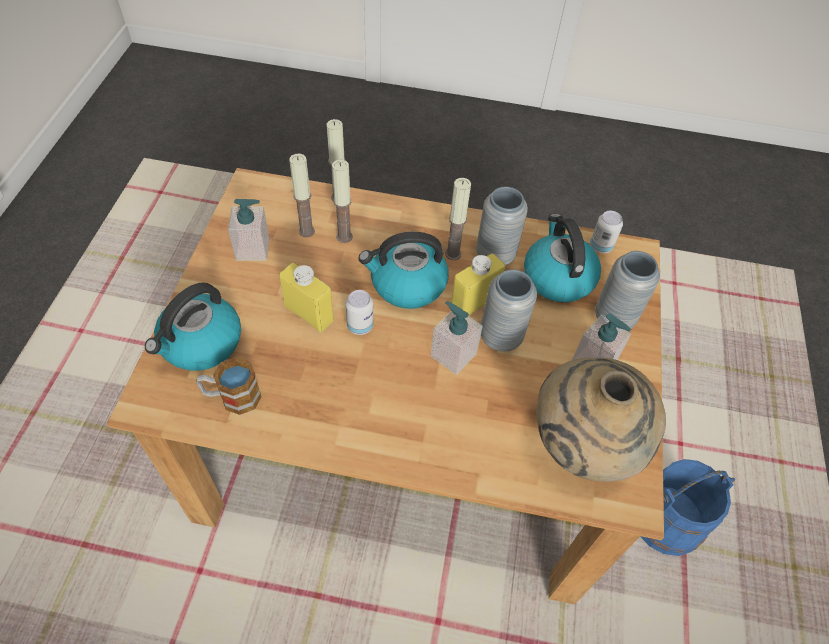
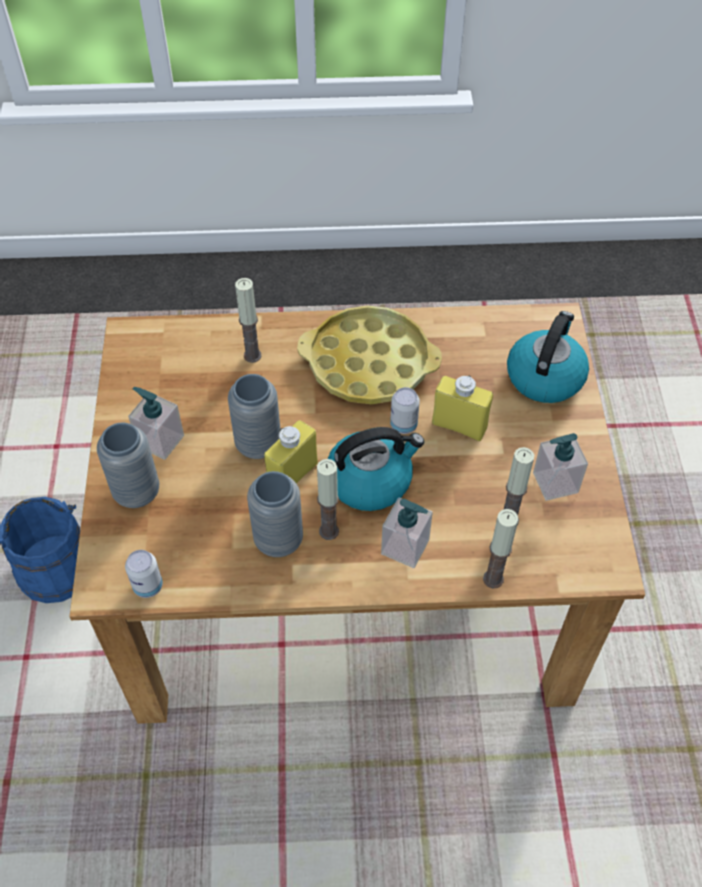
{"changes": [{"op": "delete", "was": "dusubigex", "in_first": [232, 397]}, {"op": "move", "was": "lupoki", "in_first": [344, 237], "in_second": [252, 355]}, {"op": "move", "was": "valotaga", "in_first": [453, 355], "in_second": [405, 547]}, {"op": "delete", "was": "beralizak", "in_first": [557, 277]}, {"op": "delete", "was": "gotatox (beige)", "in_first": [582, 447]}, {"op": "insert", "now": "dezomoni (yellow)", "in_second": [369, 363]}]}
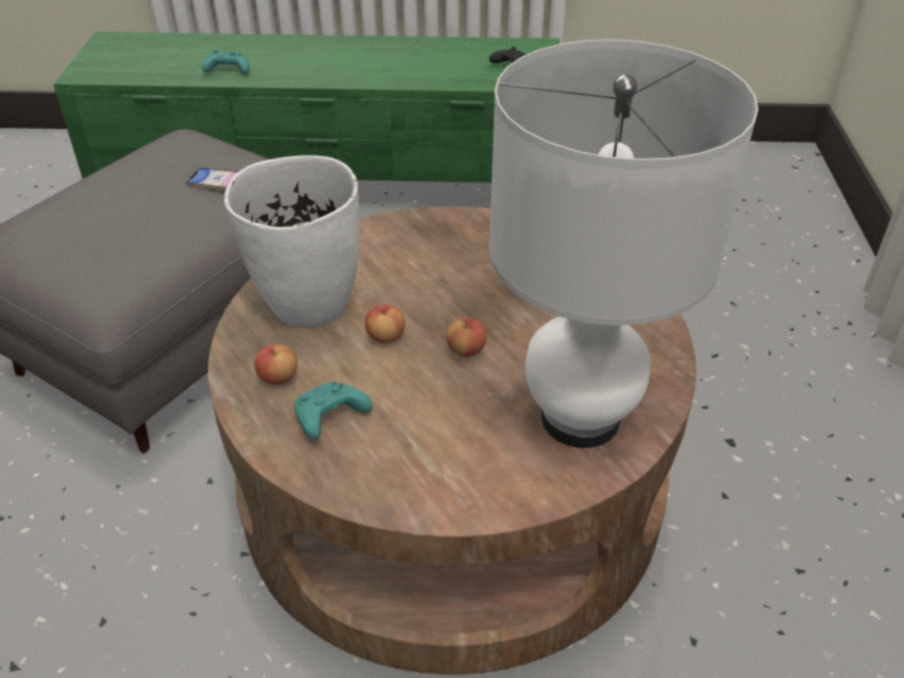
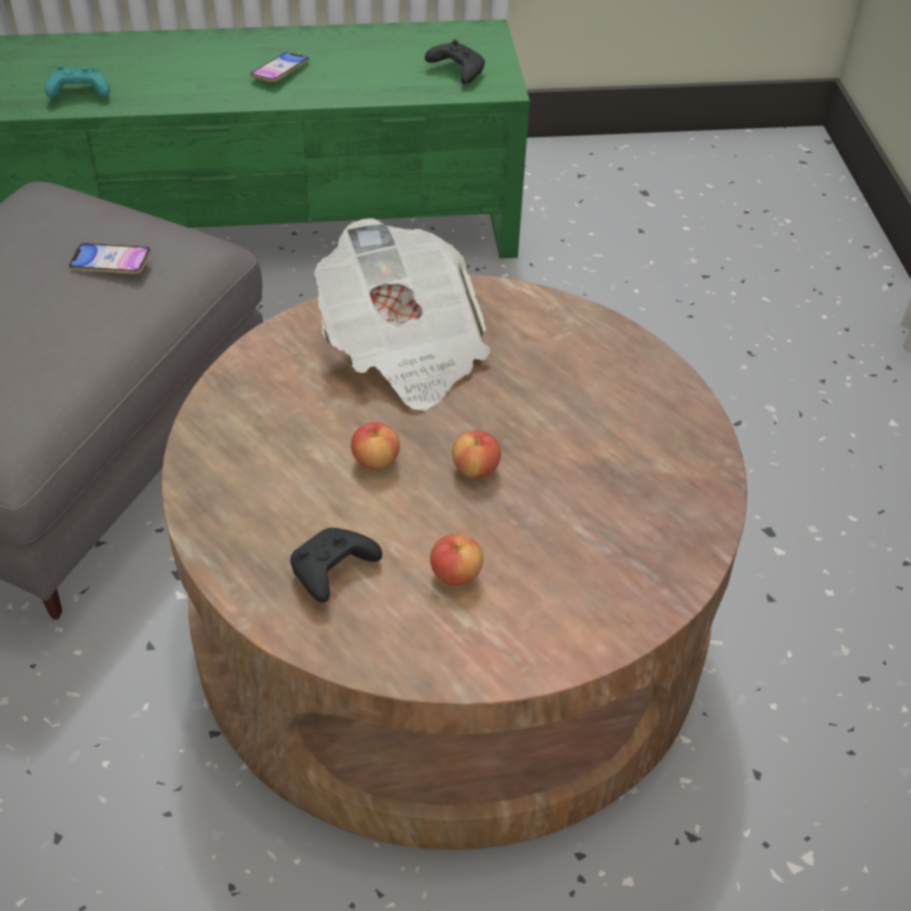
{"changes": [{"op": "delete", "was": "gotatox (white)", "in_first": [308, 307]}, {"op": "move", "was": "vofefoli", "in_first": [278, 377], "in_second": [456, 574]}, {"op": "recolor", "was": "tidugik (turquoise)", "now": "tidugik (black)", "in_first": [329, 418], "in_second": [332, 572]}, {"op": "delete", "was": "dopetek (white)", "in_first": [580, 418]}, {"op": "insert", "now": "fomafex", "in_second": [280, 71]}, {"op": "insert", "now": "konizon", "in_second": [403, 350]}]}
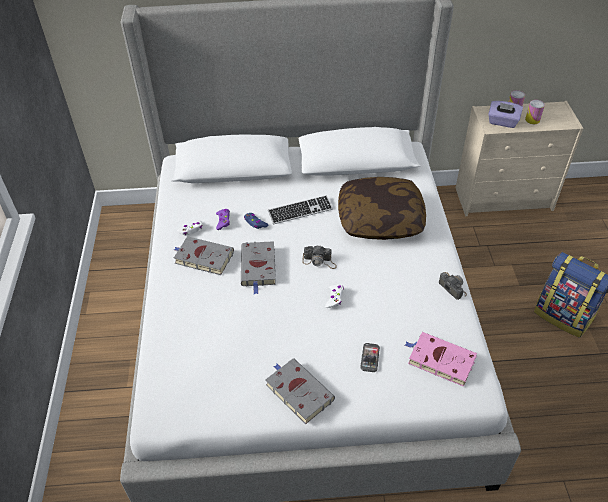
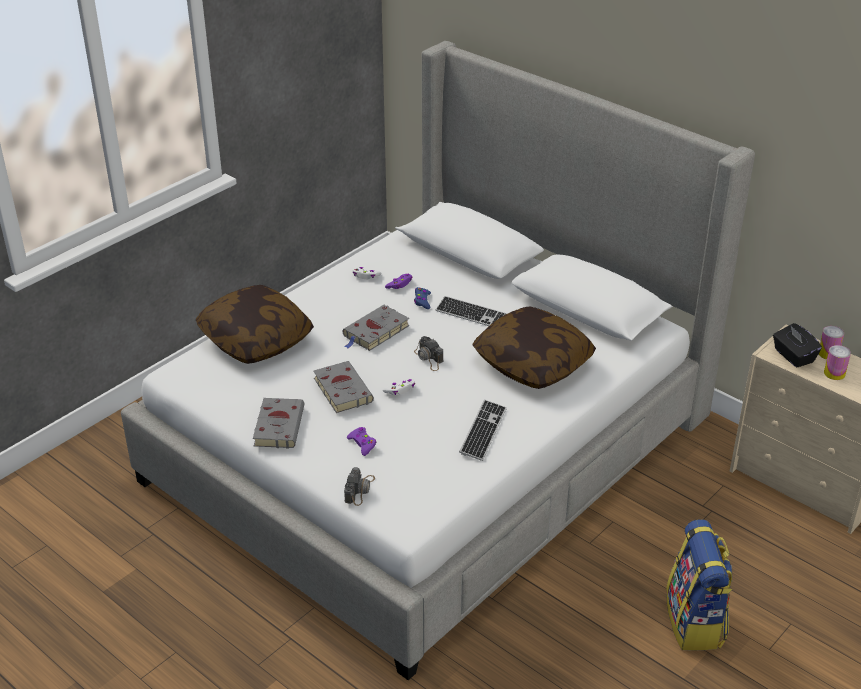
{"changes": [{"op": "move", "was": "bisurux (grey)", "in_first": [202, 258], "in_second": [341, 389]}, {"op": "replace", "was": "fomafex", "now": "tidugik (purple)", "in_first": [370, 358], "in_second": [362, 444]}, {"op": "delete", "was": "bisurux (pink)", "in_first": [439, 360]}, {"op": "move", "was": "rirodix", "in_first": [451, 285], "in_second": [359, 489]}, {"op": "recolor", "was": "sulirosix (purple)", "now": "sulirosix (black)", "in_first": [502, 122], "in_second": [793, 356]}, {"op": "insert", "now": "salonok", "in_second": [256, 339]}, {"op": "insert", "now": "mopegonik", "in_second": [483, 431]}]}
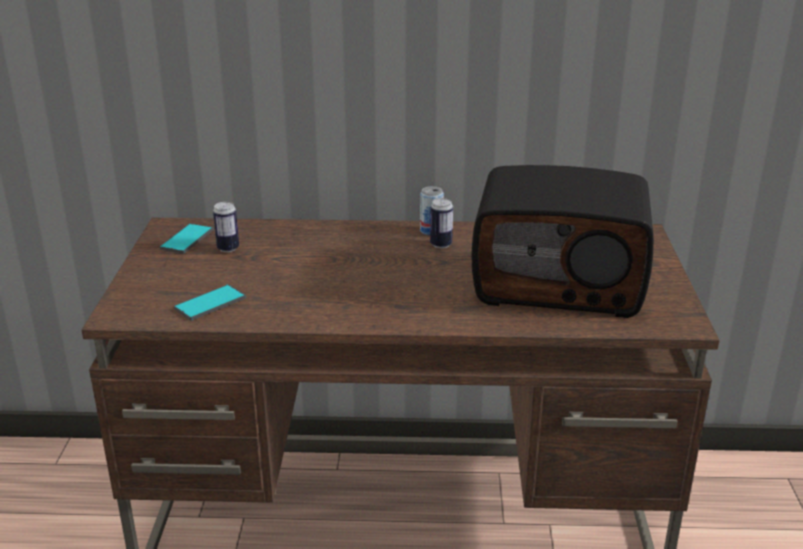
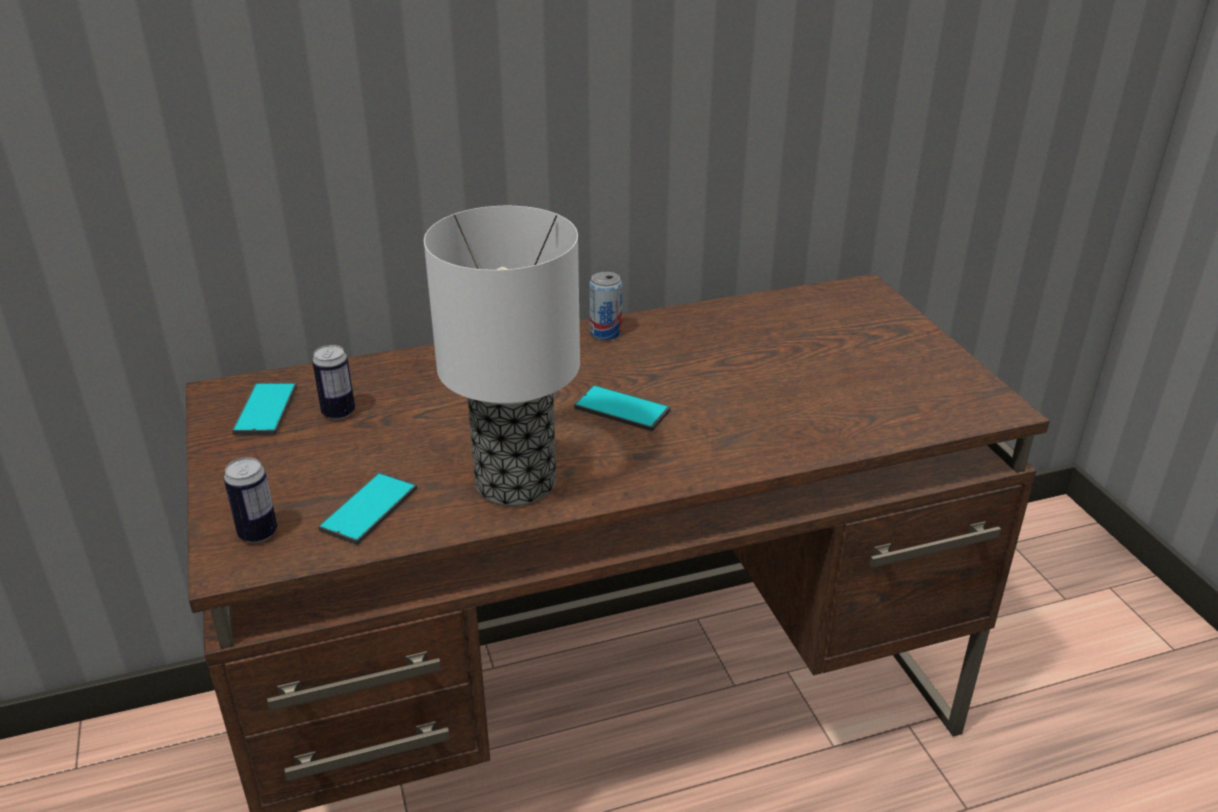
{"changes": [{"op": "move", "was": "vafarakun", "in_first": [441, 244], "in_second": [258, 533]}, {"op": "delete", "was": "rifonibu", "in_first": [559, 282]}, {"op": "insert", "now": "dopetek", "in_second": [513, 482]}, {"op": "insert", "now": "fomafex", "in_second": [622, 409]}]}
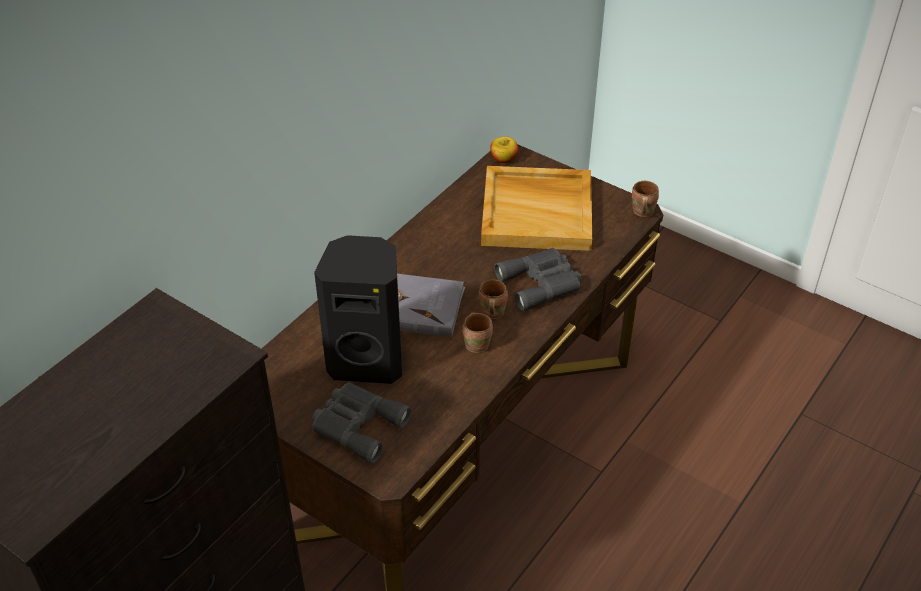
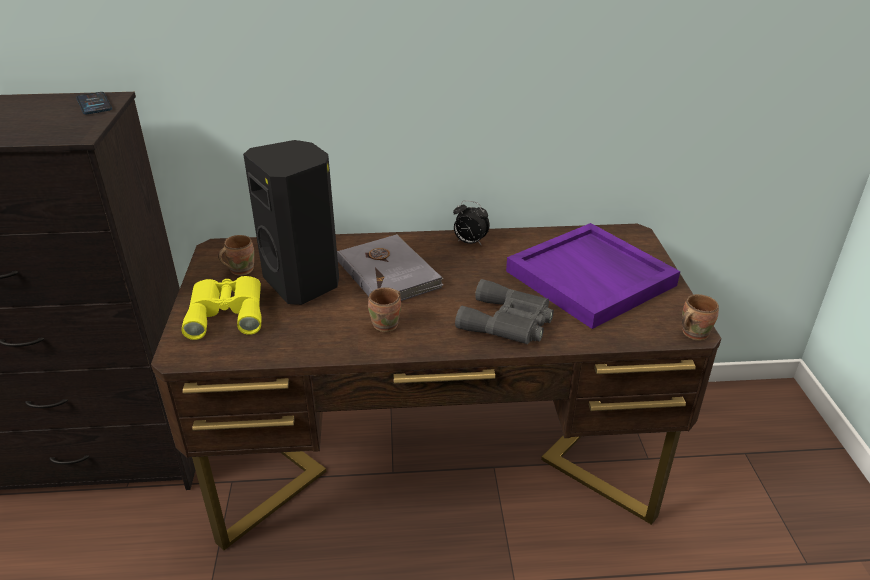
{"changes": [{"op": "recolor", "was": "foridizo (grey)", "now": "foridizo (yellow)", "in_first": [357, 424], "in_second": [227, 311]}, {"op": "move", "was": "dusubigex (brown)", "in_first": [491, 313], "in_second": [240, 270]}, {"op": "recolor", "was": "dezomoni (beige)", "now": "dezomoni (purple)", "in_first": [538, 212], "in_second": [592, 278]}, {"op": "delete", "was": "vofefoli", "in_first": [503, 159]}, {"op": "insert", "now": "fomafex", "in_second": [94, 104]}, {"op": "insert", "now": "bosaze", "in_second": [469, 242]}]}
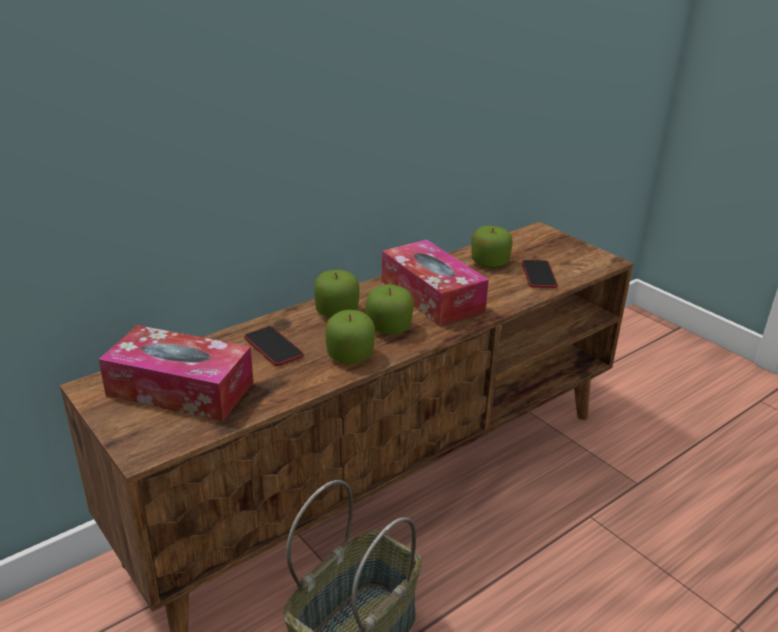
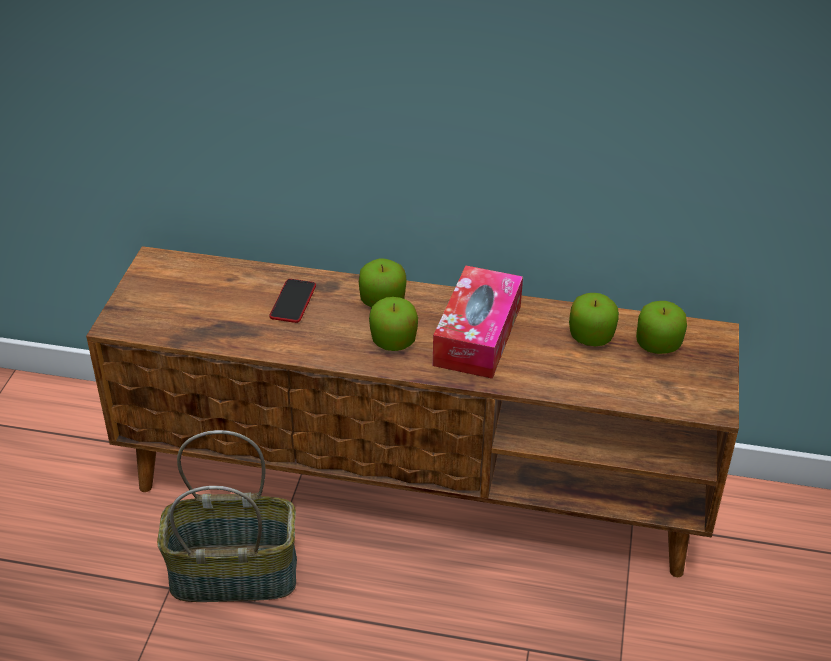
{"changes": [{"op": "delete", "was": "sulirosix", "in_first": [180, 389]}, {"op": "move", "was": "vofefoli", "in_first": [350, 356], "in_second": [658, 344]}, {"op": "delete", "was": "fomafex", "in_first": [538, 275]}]}
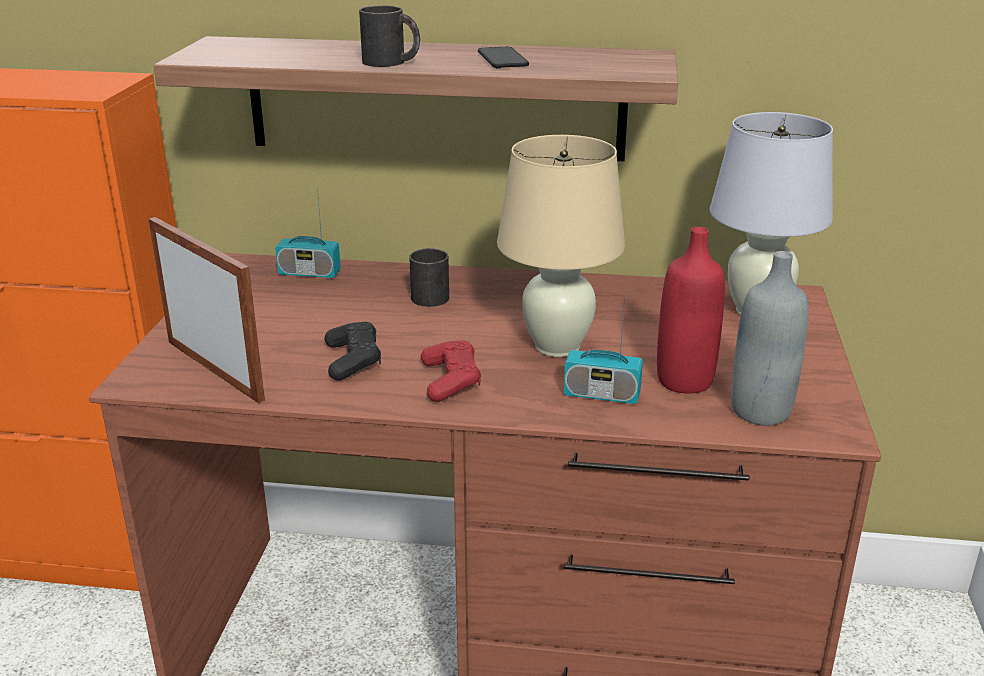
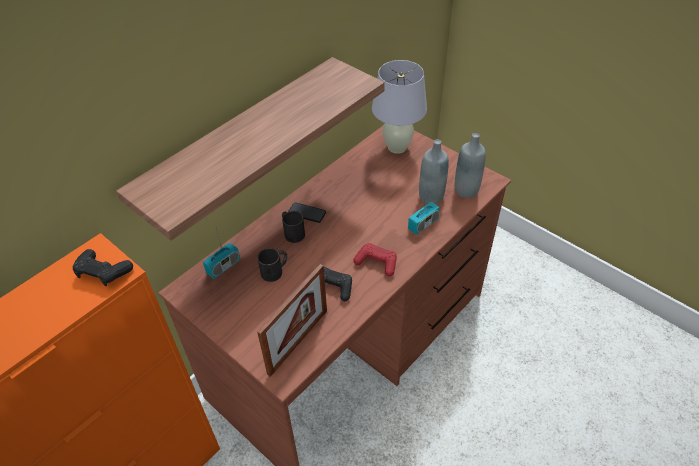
{"changes": [{"op": "rotate", "was": "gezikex", "in_first": [214, 370], "in_second": [298, 341], "clockwise": 135}, {"op": "move", "was": "dusubigex (black)", "in_first": [392, 62], "in_second": [275, 270]}, {"op": "move", "was": "fomafex", "in_first": [502, 59], "in_second": [306, 213]}, {"op": "delete", "was": "dopetek (beige)", "in_first": [558, 346]}, {"op": "recolor", "was": "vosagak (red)", "now": "vosagak (grey)", "in_first": [684, 380], "in_second": [431, 197]}, {"op": "insert", "now": "tidugik (black)", "in_second": [103, 272]}]}
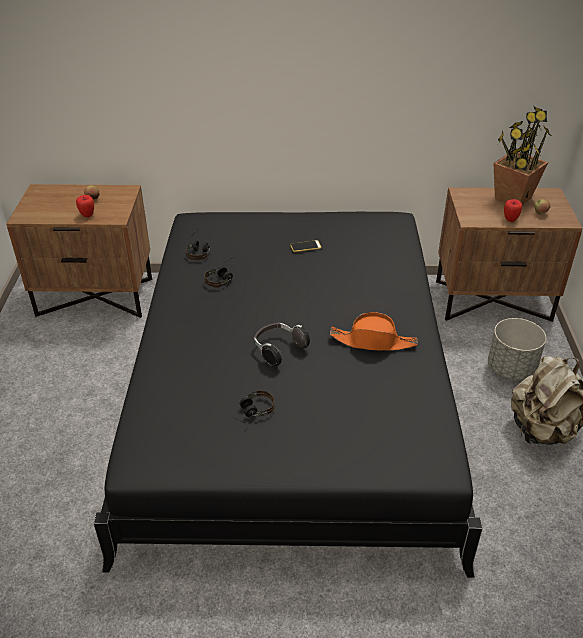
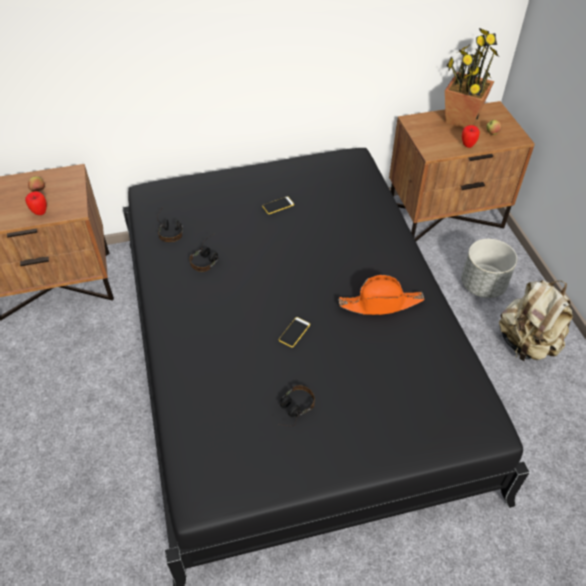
{"changes": [{"op": "replace", "was": "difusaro", "now": "fomafex", "in_first": [278, 349], "in_second": [294, 332]}]}
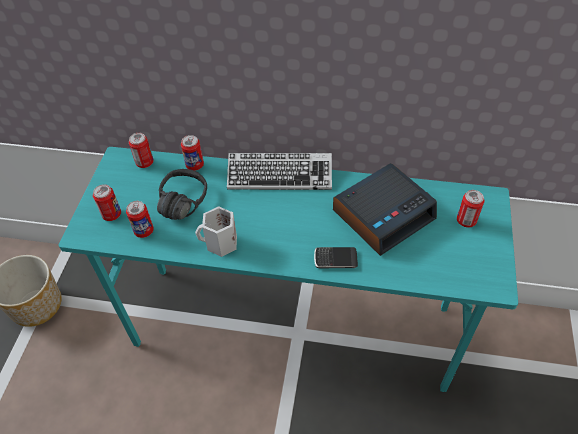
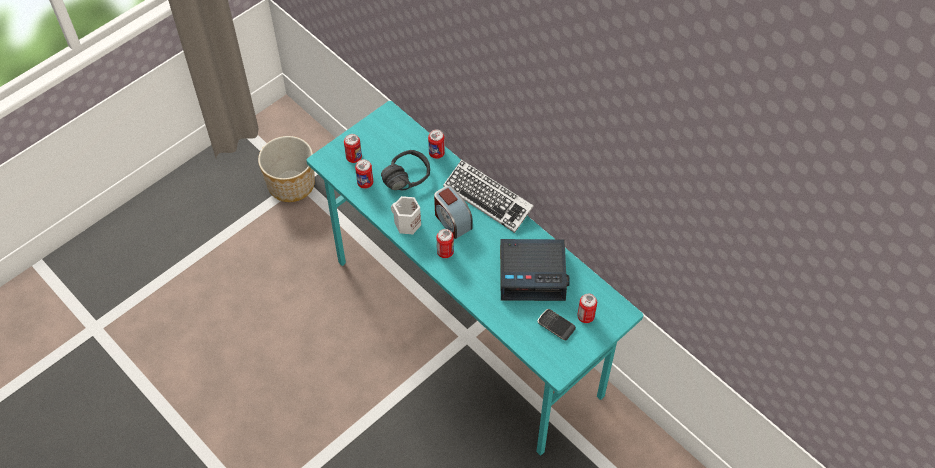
{"changes": [{"op": "move", "was": "vafarakun", "in_first": [145, 163], "in_second": [445, 252]}, {"op": "move", "was": "fomafex", "in_first": [335, 259], "in_second": [556, 325]}, {"op": "insert", "now": "bosaze", "in_second": [452, 221]}]}
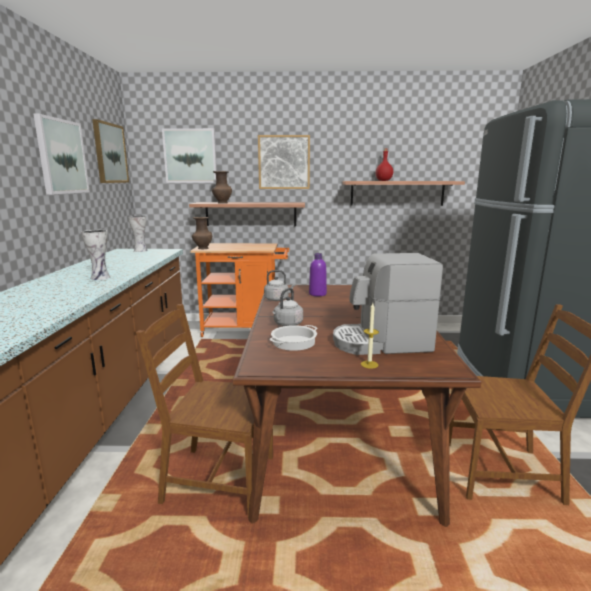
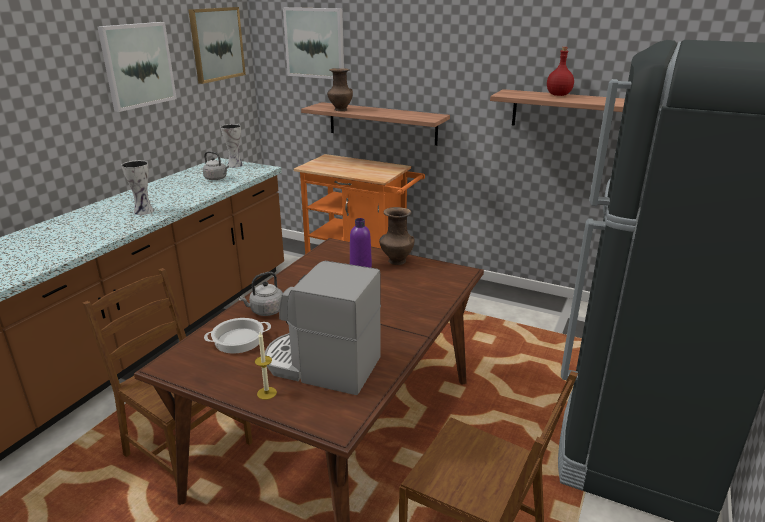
{"changes": [{"op": "move", "was": "gotatox (brown)", "in_first": [202, 248], "in_second": [396, 261]}, {"op": "delete", "was": "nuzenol", "in_first": [284, 162]}, {"op": "move", "was": "beralizak (grey)", "in_first": [278, 299], "in_second": [216, 178]}]}
